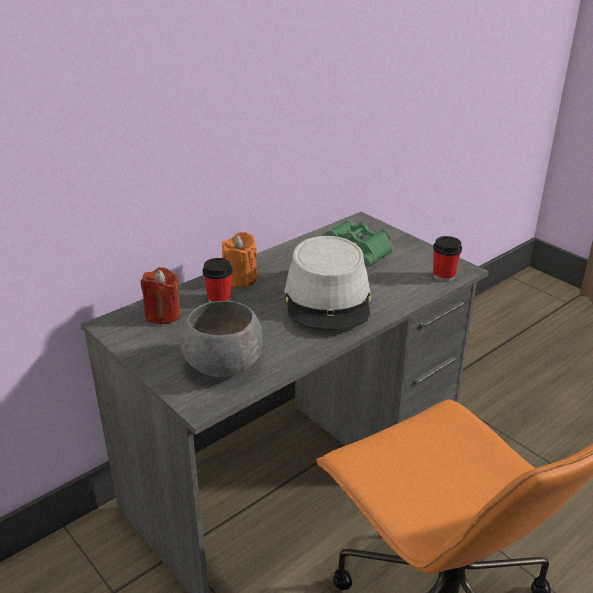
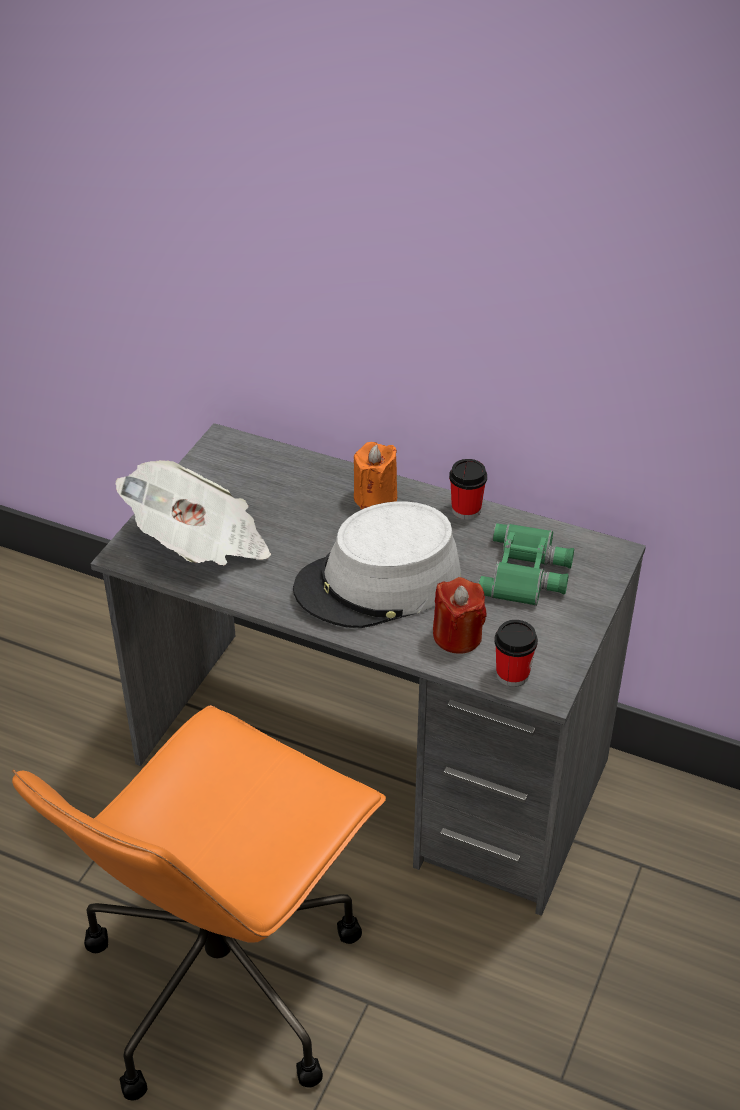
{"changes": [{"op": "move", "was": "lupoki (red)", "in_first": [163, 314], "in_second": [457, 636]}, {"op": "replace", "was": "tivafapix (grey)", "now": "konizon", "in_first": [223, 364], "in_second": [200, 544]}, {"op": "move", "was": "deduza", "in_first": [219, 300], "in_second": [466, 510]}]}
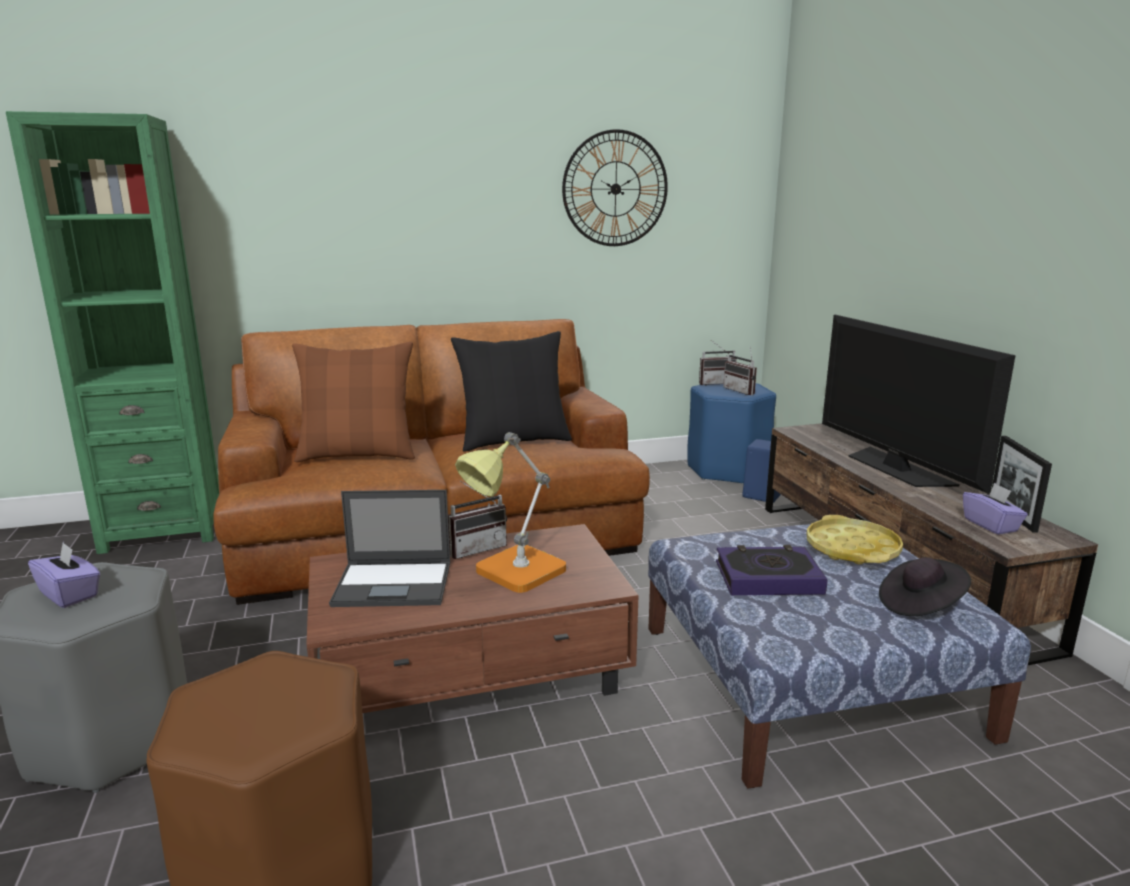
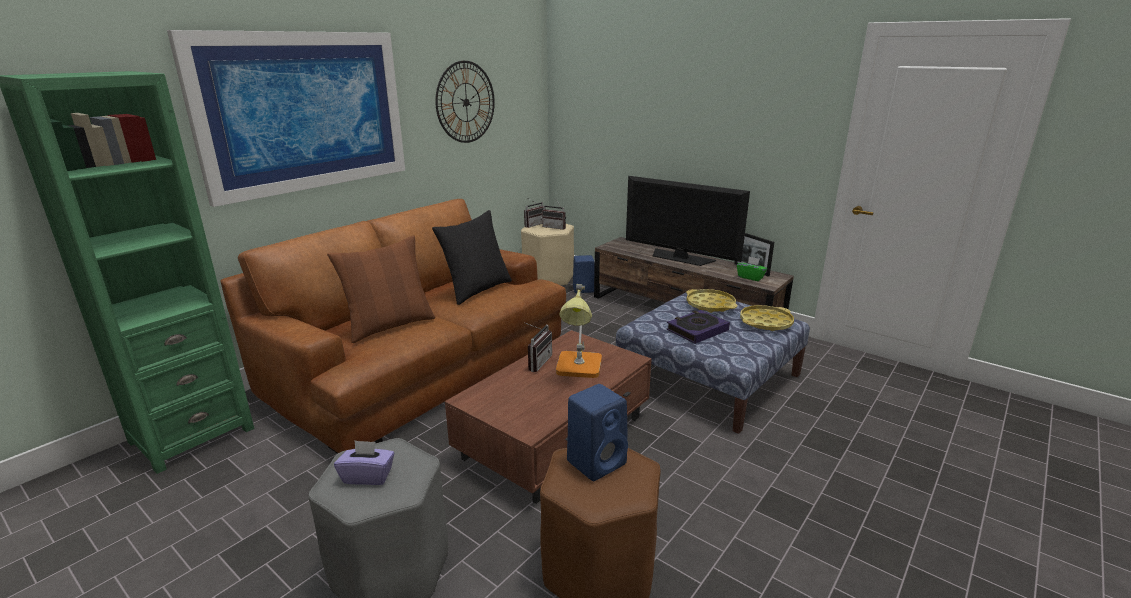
{"changes": [{"op": "delete", "was": "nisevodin", "in_first": [395, 584]}, {"op": "recolor", "was": "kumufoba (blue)", "now": "kumufoba (beige)", "in_first": [727, 470], "in_second": [548, 279]}, {"op": "replace", "was": "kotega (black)", "now": "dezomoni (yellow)", "in_first": [920, 604], "in_second": [765, 322]}, {"op": "recolor", "was": "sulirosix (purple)", "now": "sulirosix (green)", "in_first": [991, 525], "in_second": [750, 277]}, {"op": "insert", "now": "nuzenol", "in_second": [304, 112]}, {"op": "insert", "now": "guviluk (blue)", "in_second": [597, 461]}]}
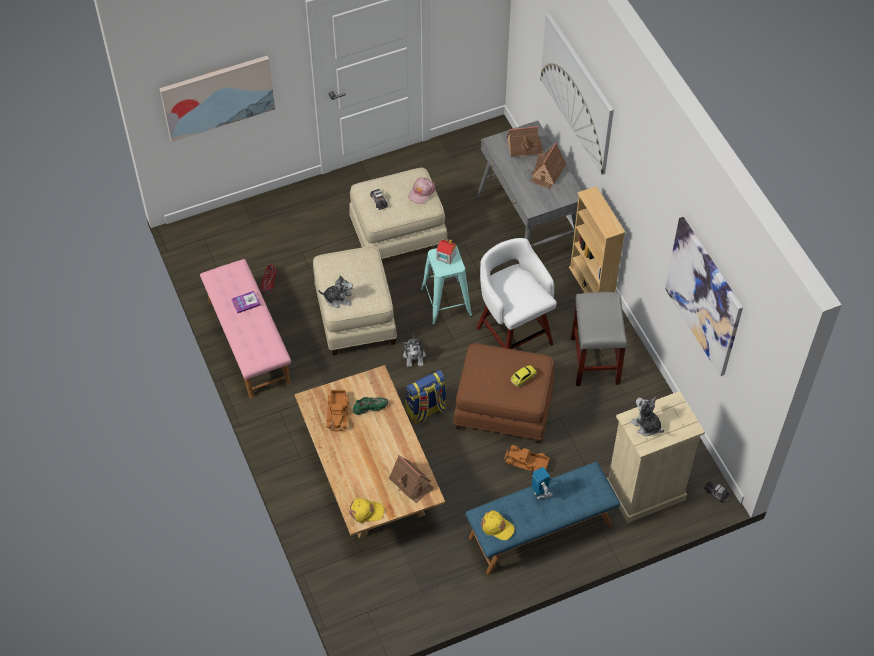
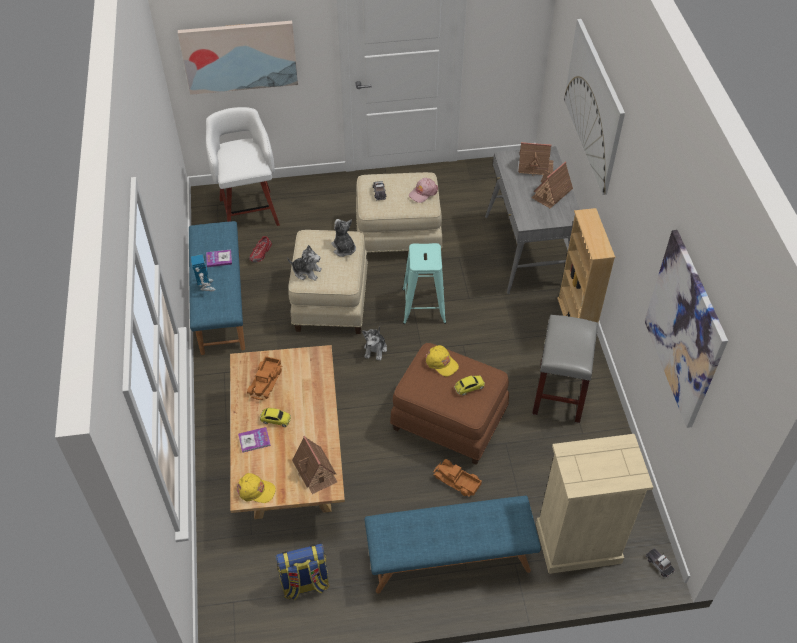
{"changes": [{"op": "recolor", "was": "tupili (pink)", "now": "tupili (blue)", "in_first": [248, 342], "in_second": [220, 302]}, {"op": "delete", "was": "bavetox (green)", "in_first": [370, 407]}, {"op": "move", "was": "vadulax", "in_first": [426, 410], "in_second": [304, 584]}, {"op": "delete", "was": "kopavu", "in_first": [446, 256]}, {"op": "move", "was": "kumufoba (white)", "in_first": [513, 334], "in_second": [249, 210]}, {"op": "move", "was": "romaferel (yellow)", "in_first": [497, 527], "in_second": [441, 363]}, {"op": "move", "was": "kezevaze", "in_first": [541, 493], "in_second": [206, 286]}, {"op": "move", "was": "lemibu", "in_first": [646, 425], "in_second": [344, 248]}, {"op": "insert", "now": "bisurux", "in_second": [254, 440]}, {"op": "insert", "now": "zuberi", "in_second": [275, 420]}]}
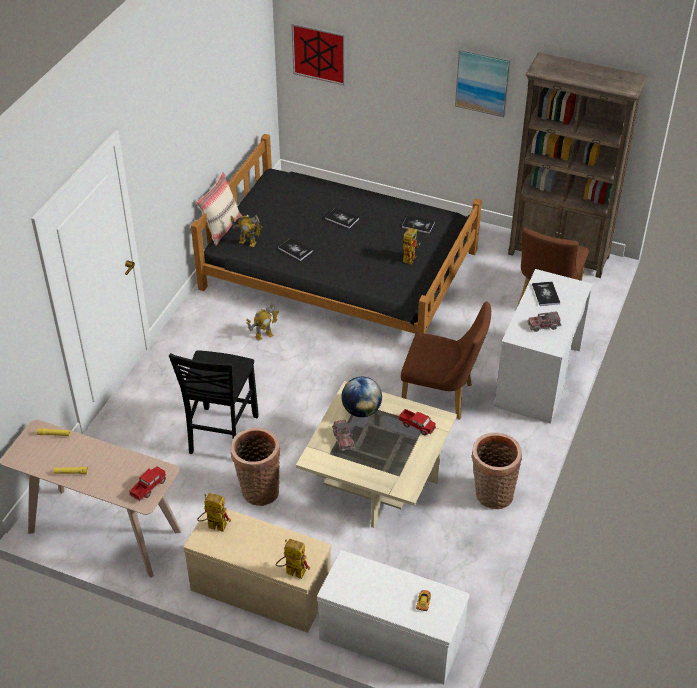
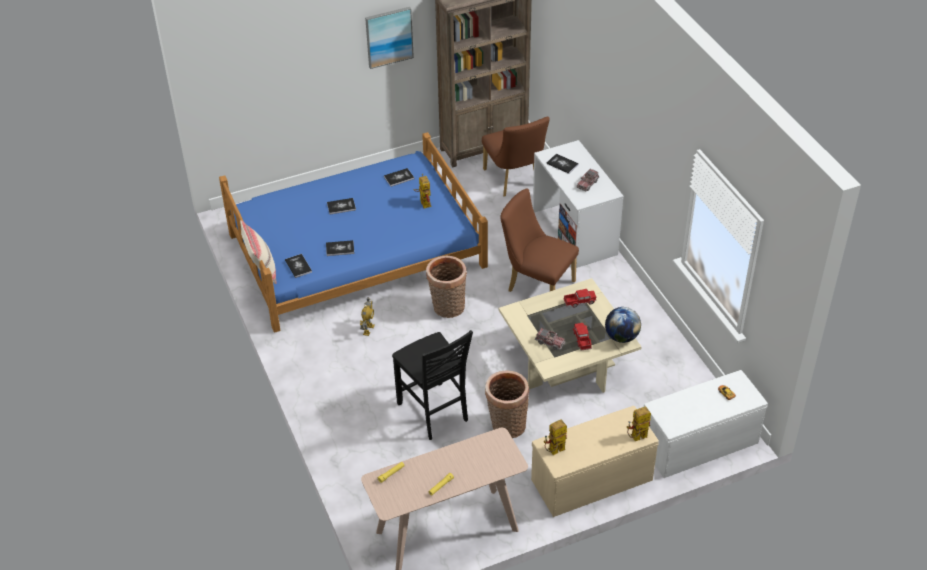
{"changes": [{"op": "move", "was": "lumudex", "in_first": [148, 487], "in_second": [582, 340]}, {"op": "recolor", "was": "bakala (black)", "now": "bakala (blue)", "in_first": [341, 269], "in_second": [357, 250]}, {"op": "replace", "was": "kezevaze", "now": "bisurux", "in_first": [247, 243], "in_second": [298, 266]}, {"op": "delete", "was": "nuzenol", "in_first": [319, 53]}, {"op": "move", "was": "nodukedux", "in_first": [361, 410], "in_second": [621, 337]}, {"op": "rotate", "was": "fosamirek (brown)", "in_first": [442, 397], "in_second": [536, 285], "clockwise": -120}, {"op": "move", "was": "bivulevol", "in_first": [491, 495], "in_second": [447, 308]}]}
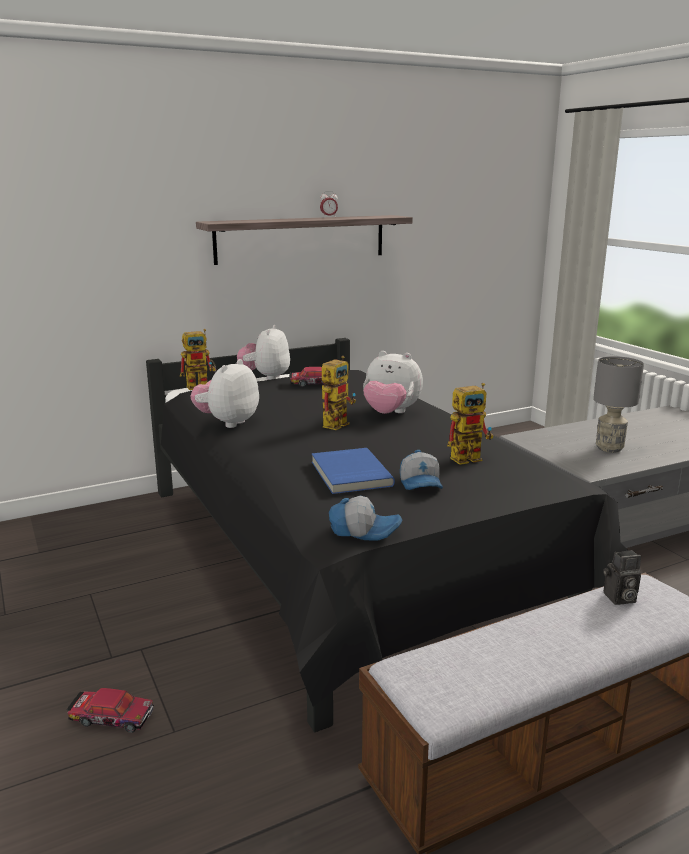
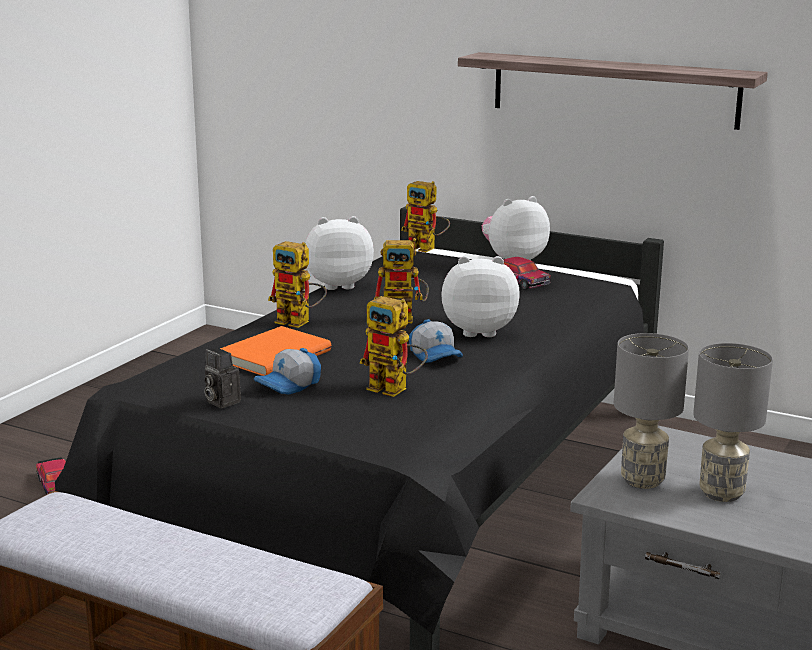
{"changes": [{"op": "recolor", "was": "bisurux (blue)", "now": "bisurux (orange)", "in_first": [349, 474], "in_second": [273, 355]}, {"op": "delete", "was": "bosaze", "in_first": [329, 217]}, {"op": "move", "was": "romaferel", "in_first": [364, 530], "in_second": [436, 355]}, {"op": "rotate", "was": "lemibu", "in_first": [390, 413], "in_second": [479, 331], "clockwise": 105}, {"op": "move", "was": "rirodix", "in_first": [619, 598], "in_second": [220, 402]}, {"op": "insert", "now": "kezevaze", "in_second": [300, 322]}, {"op": "insert", "now": "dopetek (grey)", "in_second": [642, 481]}]}
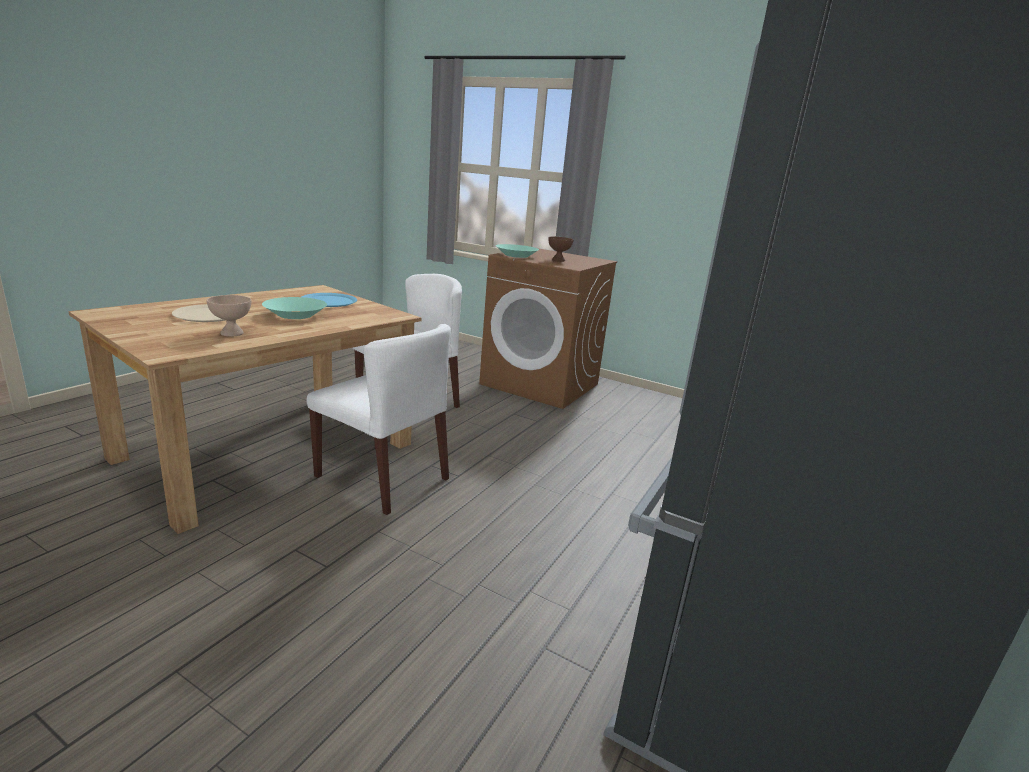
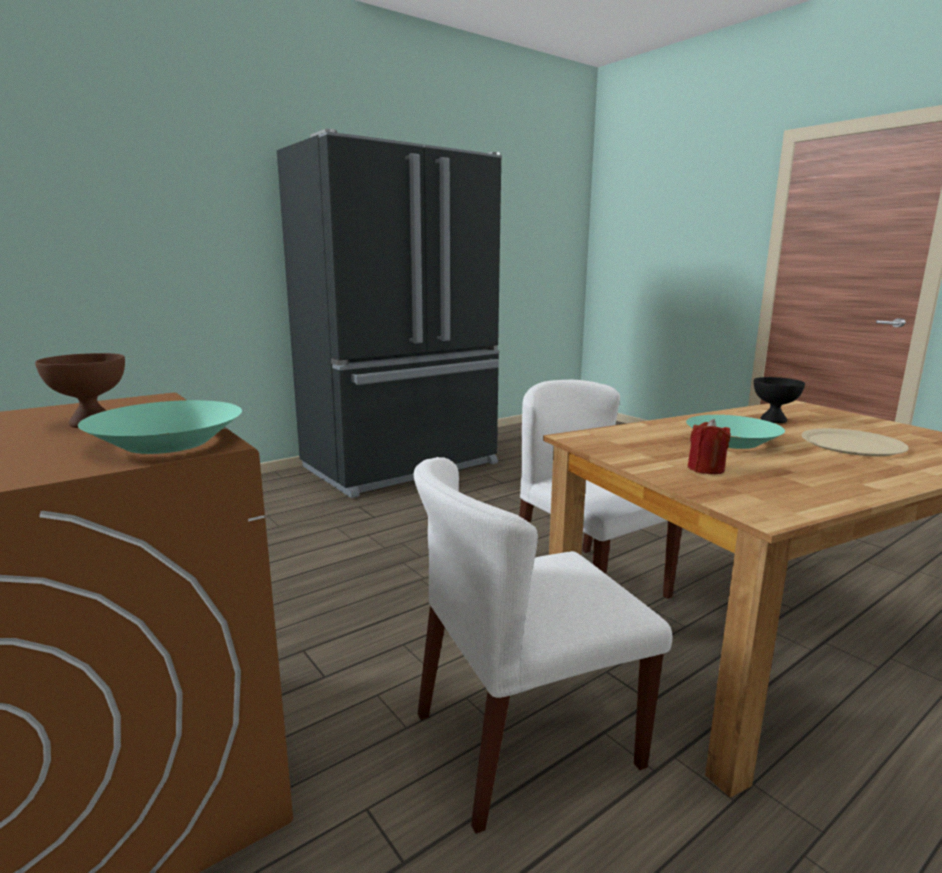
{"changes": [{"op": "recolor", "was": "tivafapix (beige)", "now": "tivafapix (black)", "in_first": [232, 333], "in_second": [773, 420]}, {"op": "replace", "was": "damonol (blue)", "now": "lupoki (red)", "in_first": [329, 301], "in_second": [706, 469]}]}
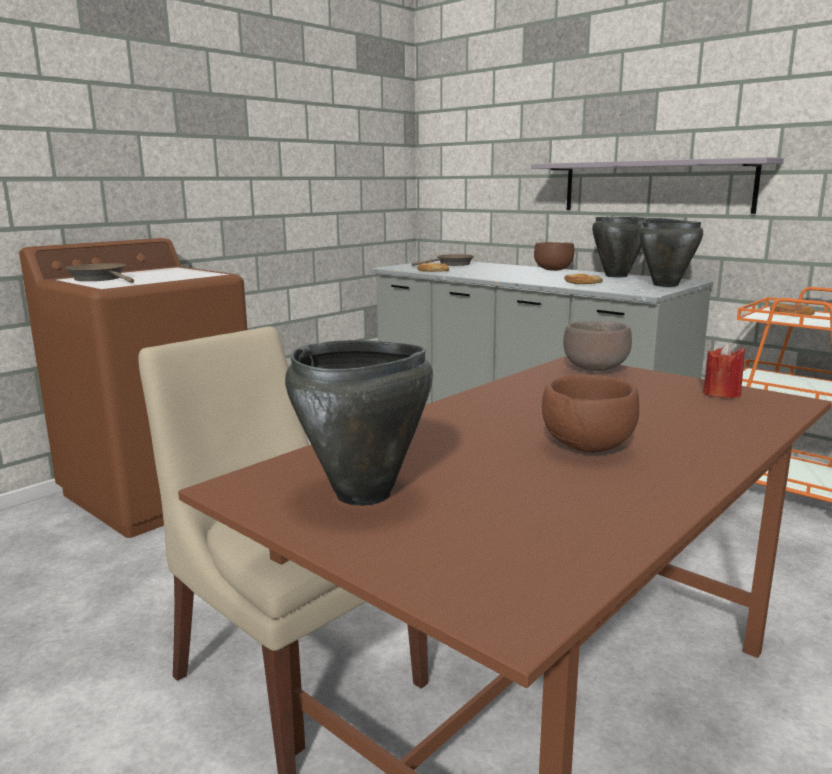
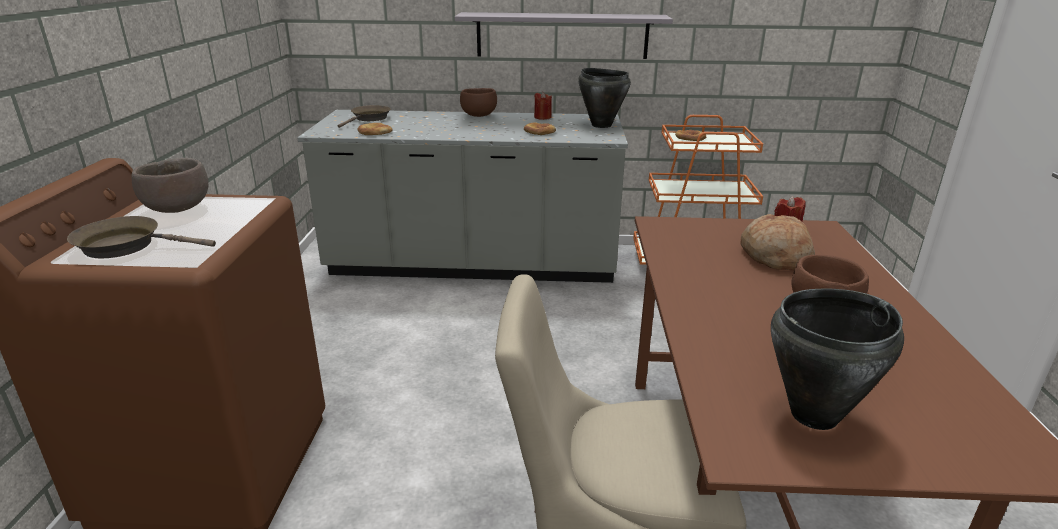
{"changes": [{"op": "move", "was": "tivafapix (brown)", "in_first": [596, 369], "in_second": [178, 209]}, {"op": "replace", "was": "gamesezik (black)", "now": "lupoki (red)", "in_first": [616, 276], "in_second": [542, 117]}, {"op": "insert", "now": "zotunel", "in_second": [775, 256]}]}
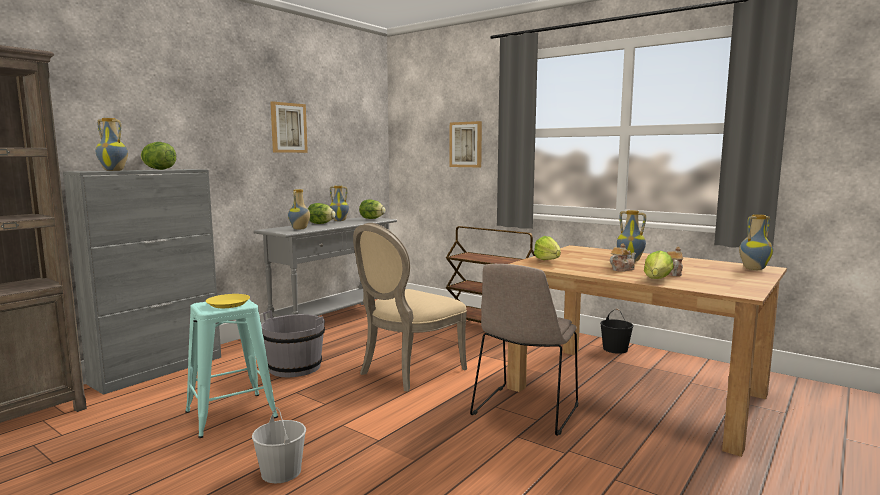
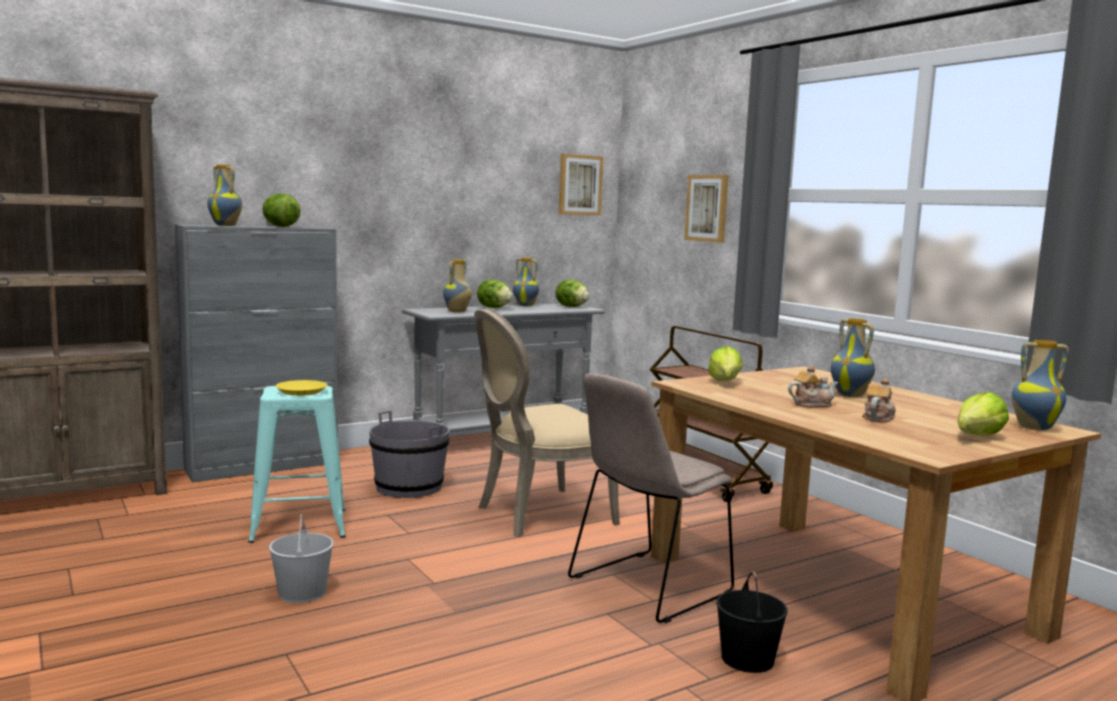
{"changes": [{"op": "move", "was": "nuzenol", "in_first": [288, 128], "in_second": [579, 185]}, {"op": "move", "was": "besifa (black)", "in_first": [615, 349], "in_second": [748, 659]}, {"op": "move", "was": "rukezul", "in_first": [655, 281], "in_second": [972, 438]}]}
